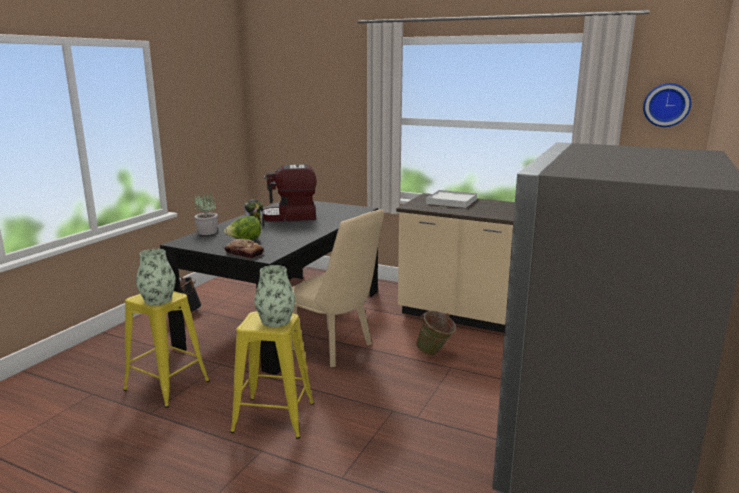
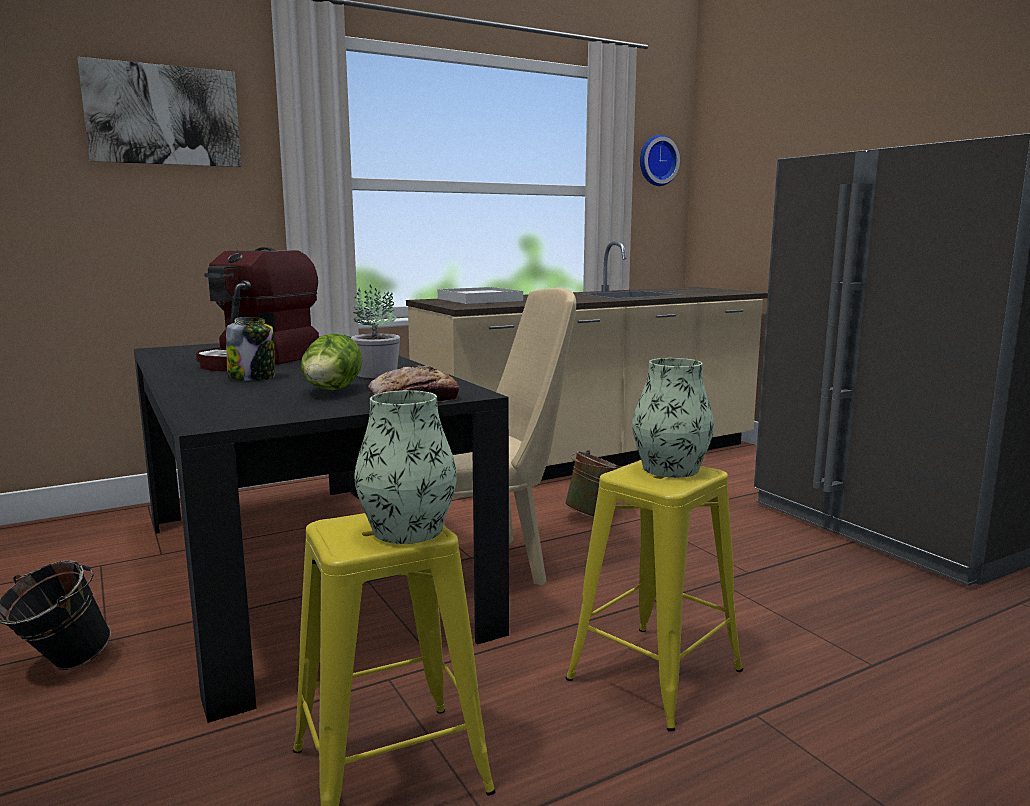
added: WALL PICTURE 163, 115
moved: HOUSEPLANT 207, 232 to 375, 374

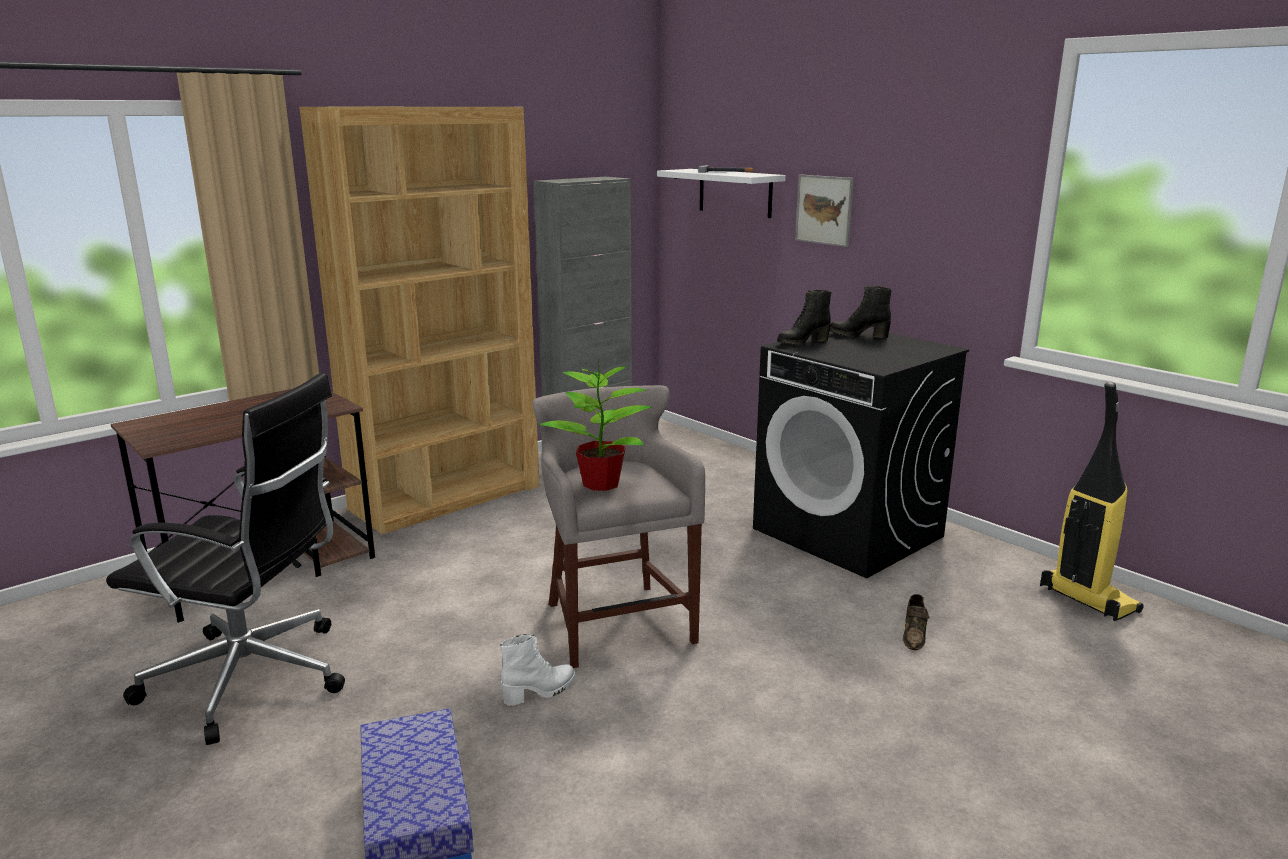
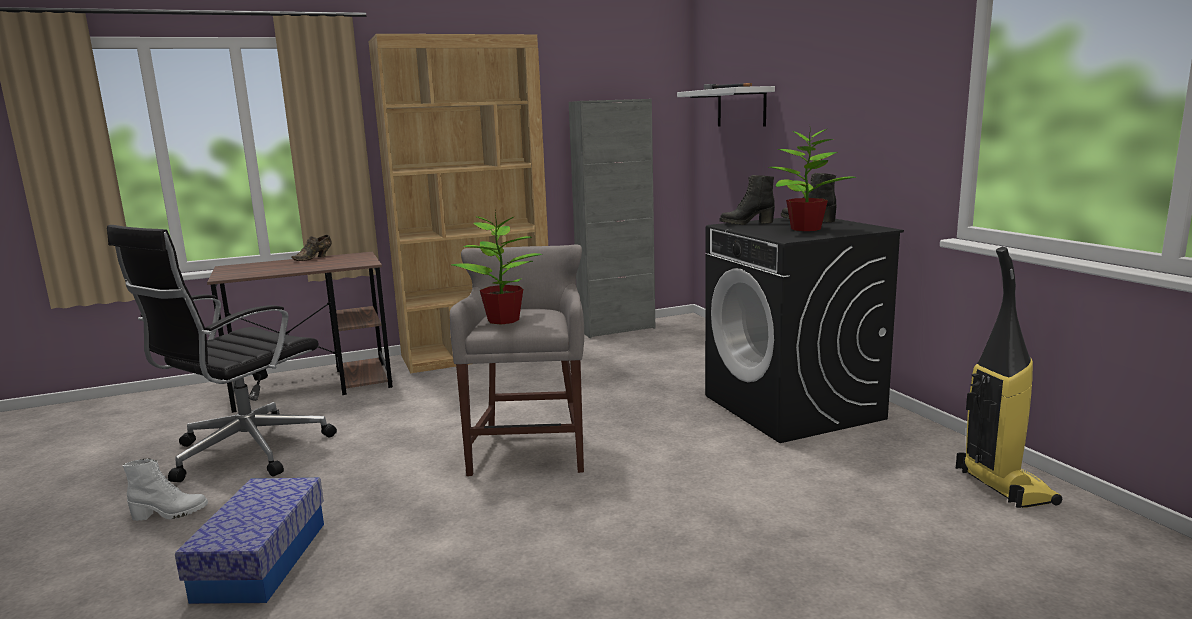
removed: WALL PICTURE 824, 210
added: HOUSEPLANT 804, 229
moved: BROWN-COLOURED ITEM OF FOOTWEAR 914, 635 to 314, 258; WHITE-COLOURED BOOT 540, 692 to 170, 514
turned: BLACK-COLOURED COMPUTER CHAIR 253, 679 = 244, 452 90 degrees clockwise

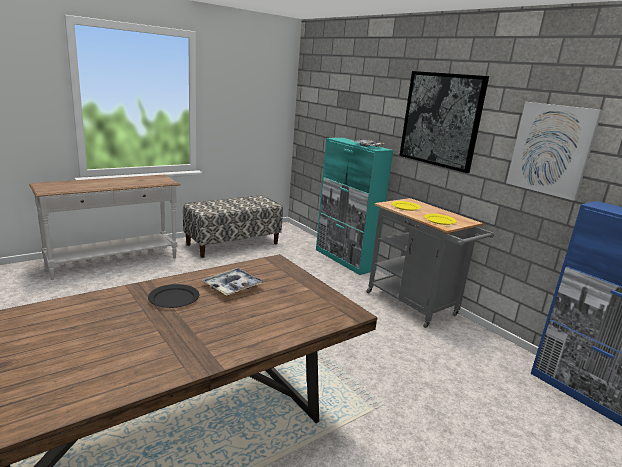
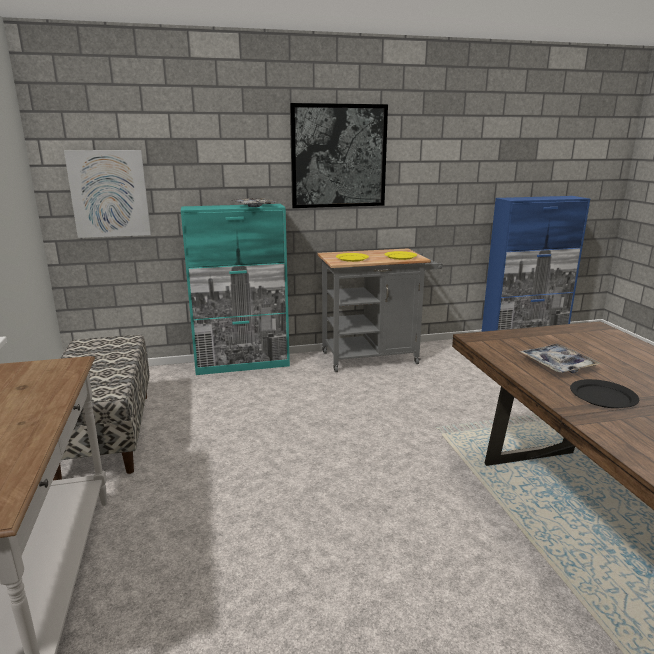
moved: WALL PICTURE 551, 149 to 109, 194

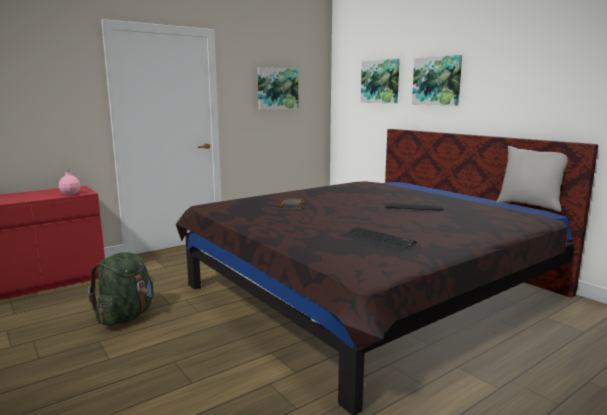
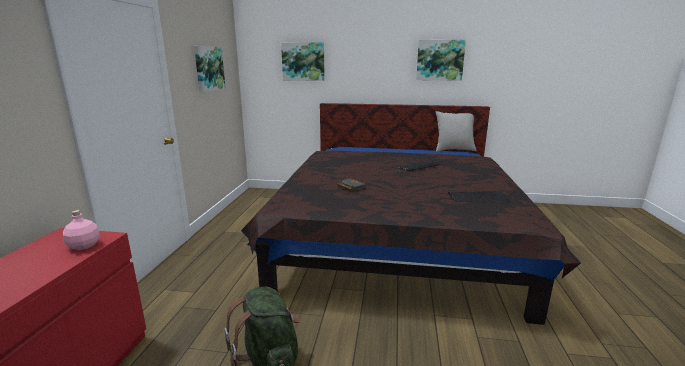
moved: WALL PICTURE 437, 81 to 440, 60

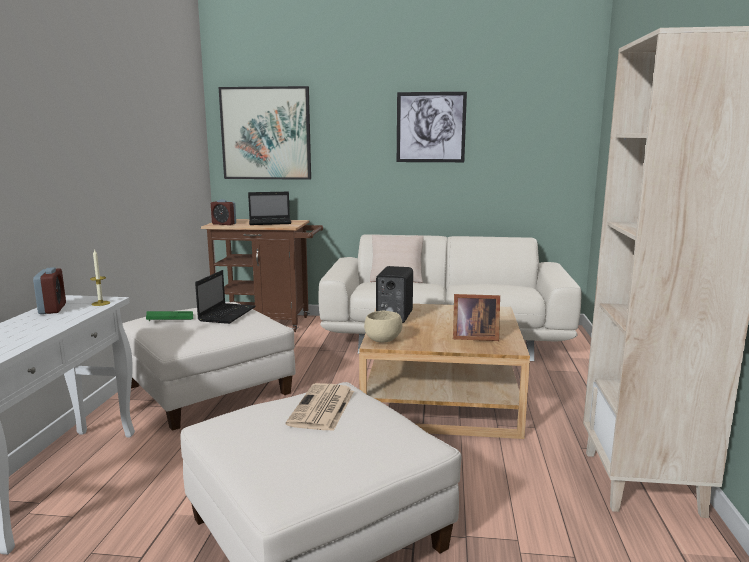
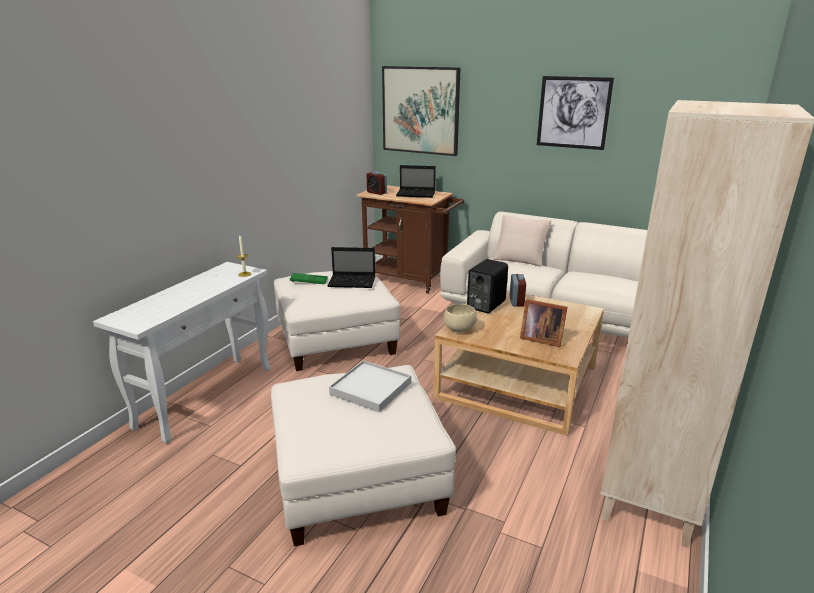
moved: TABLE CLOCK 52, 309 to 516, 301
replaced: PRINTED PAPER 322, 408 to WHITE-COLOURED TRAY 371, 389
turned: PORTABLE COMPUTER 227, 314 = 353, 282 60 degrees clockwise

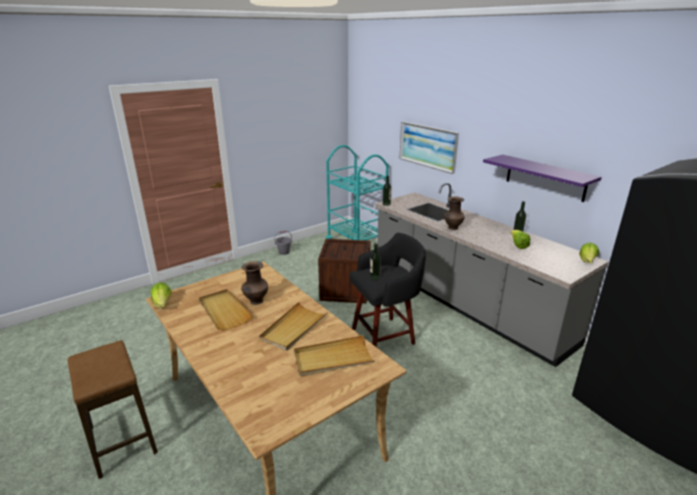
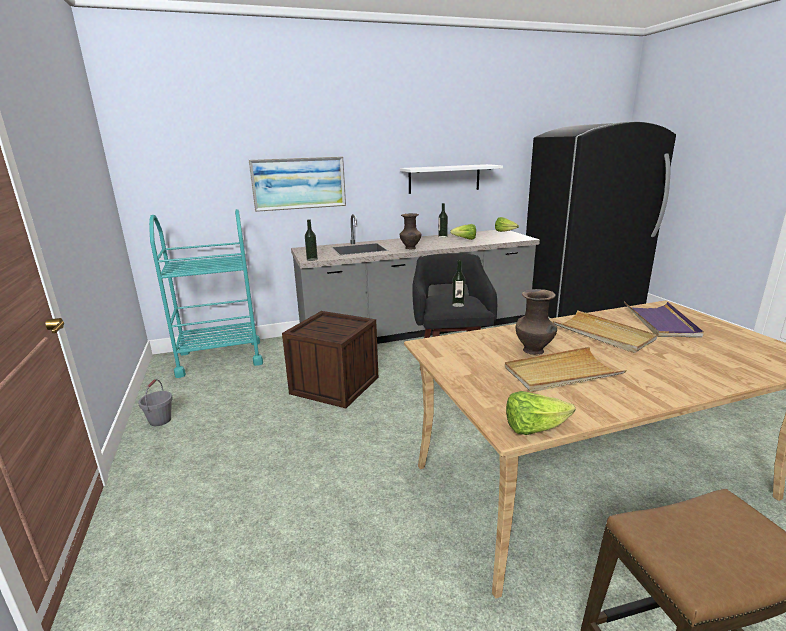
recoloured: PURPLISH WALL SHELF 545, 177 to WHITE-COLOURED WALL SHELF 444, 178; SAND-COLOURED TRAY 333, 358 to PURPLISH TRAY 660, 322

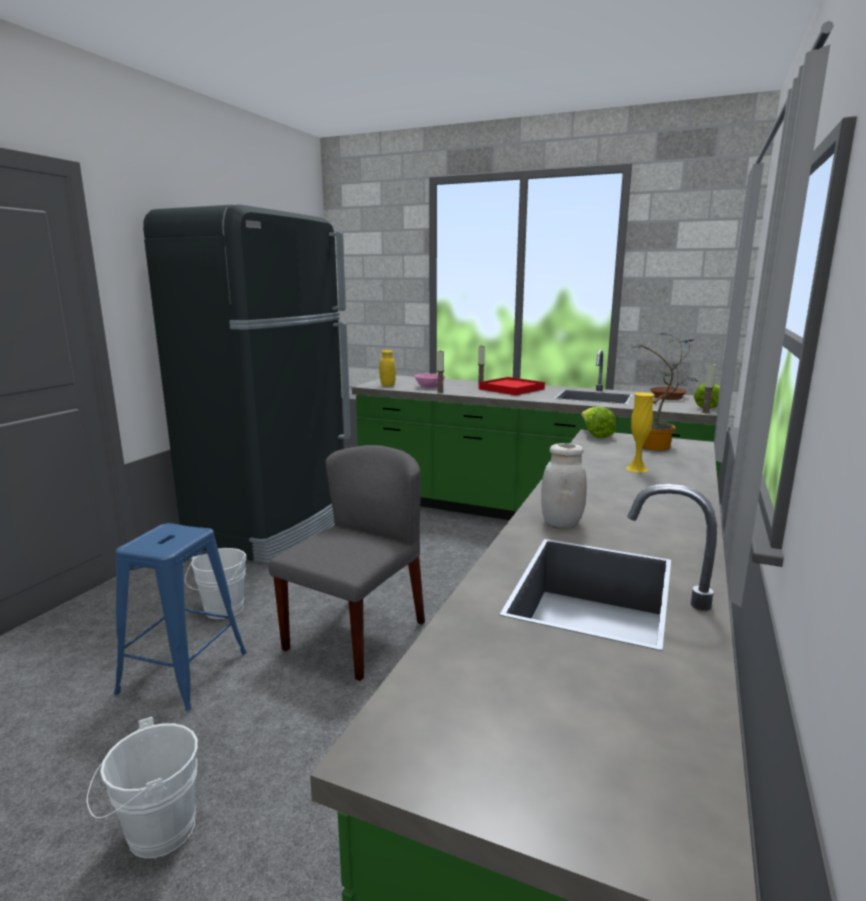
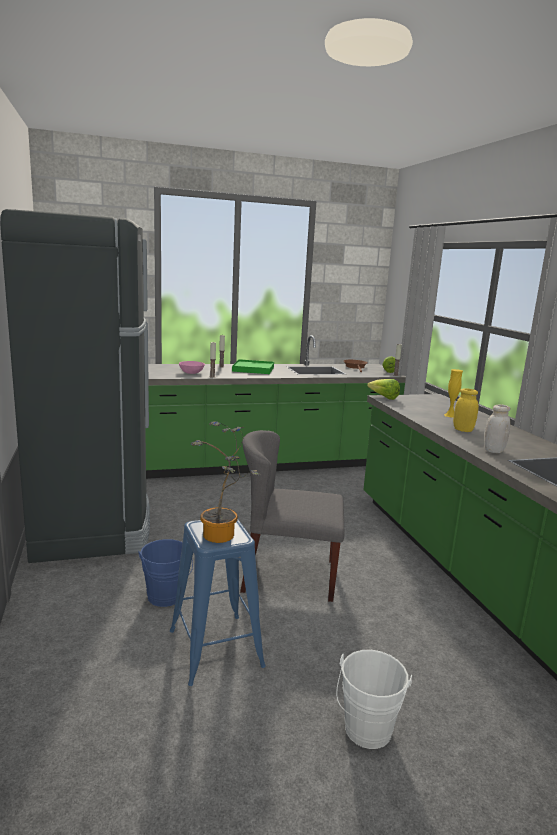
moved: HOUSEPLANT 657, 447 to 222, 537; YELLOW-COLOURED JAR 387, 385 to 463, 430
recoloured: REDDISH TRAY 511, 389 to GREENISH TRAY 253, 369; WHITE-COLOURED WATER BUCKET 222, 611 to BLUISH WATER BUCKET 166, 598
turned: GREYISH PLAIN CHAIR 356, 634 = 288, 575 75 degrees counterclockwise

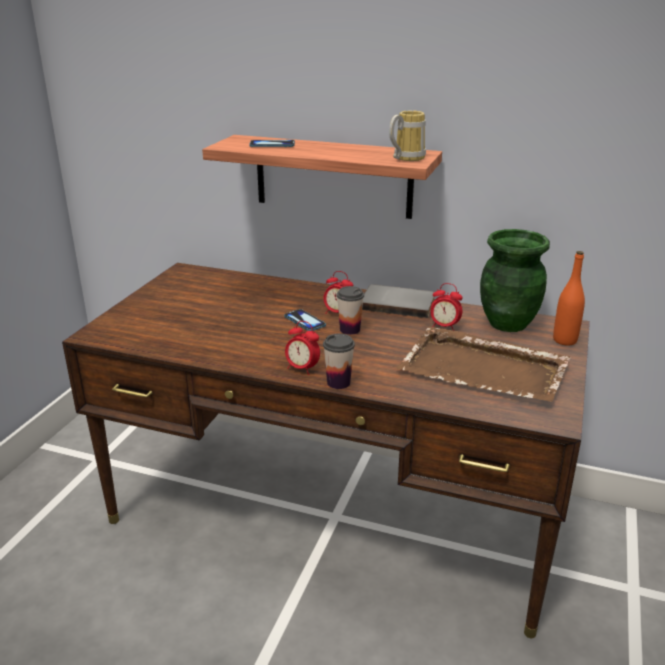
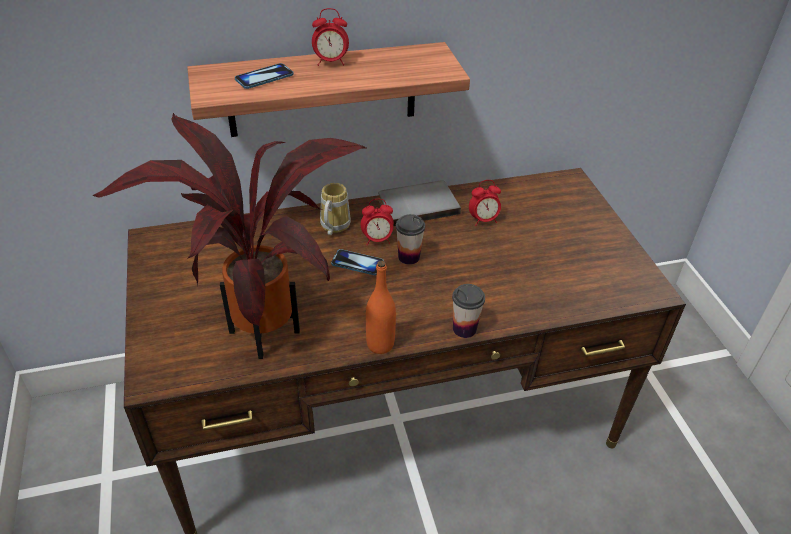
removed: GREENISH DECORATIVE VASE 507, 323; BROWN-COLOURED TRAY 485, 369
added: HOUSEPLANT 263, 326
moved: MUG 405, 158 to 332, 226; ORANGE DRINK BOTTLE 564, 340 to 380, 344; TABLE CLOCK 302, 369 to 331, 62

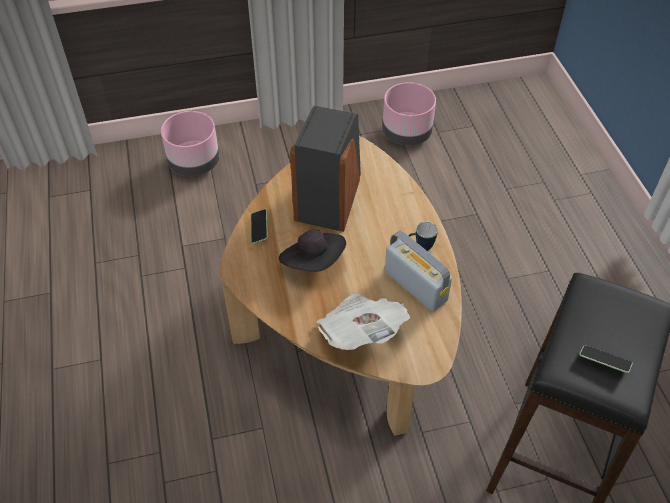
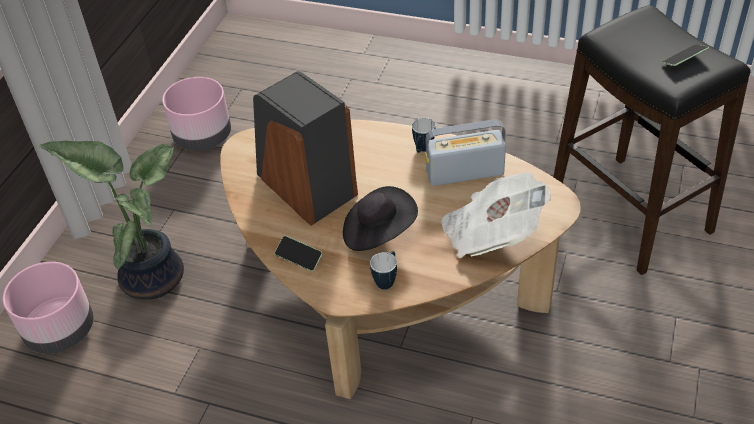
added: HOUSEPLANT 151, 275; MUG 387, 280

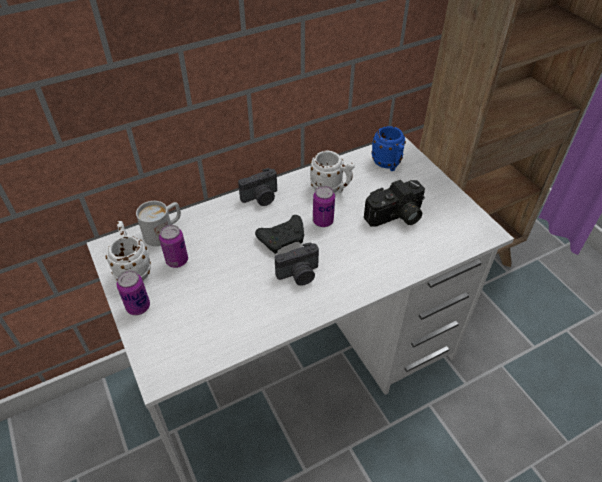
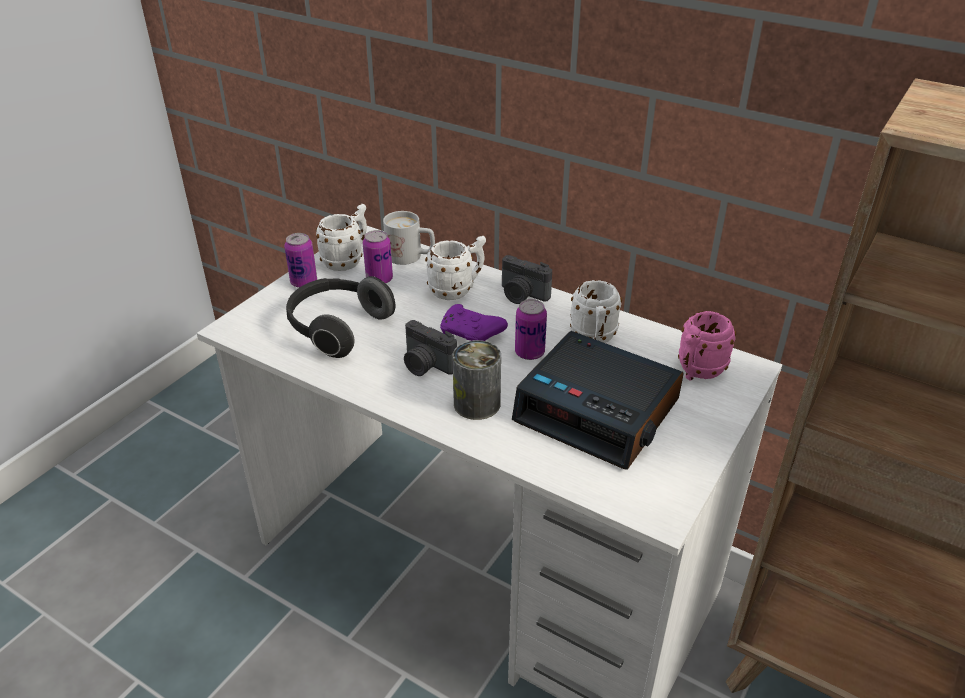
added: WHITE-COLOURED MUG 457, 290; PAIR OF HEADPHONES 337, 328; METAL CAN 477, 404
replaced: STILL CAMERA 396, 217 to TABLE CLOCK 599, 411
recoloured: BLUISH MUG 388, 164 to PINK MUG 697, 372; BLACK-COLOURED JOYPAD 283, 239 to PURPLISH JOYPAD 471, 334

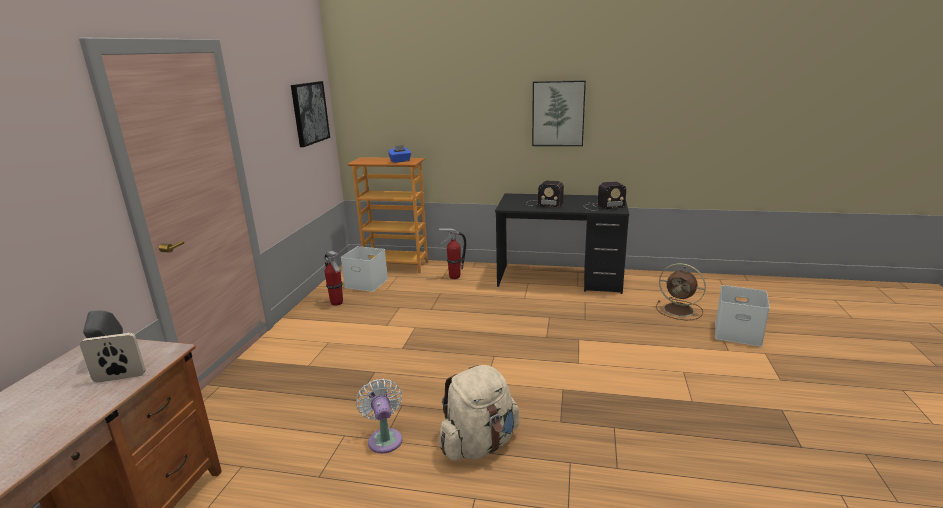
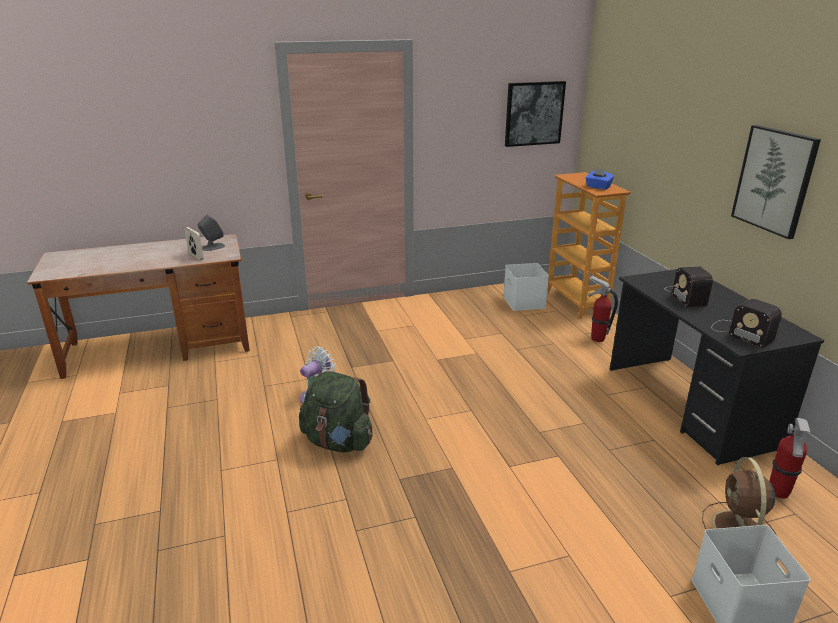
moved: FIRE EXTINGUISHER 337, 303 to 778, 493
recoloured: SAND-COLOURED KNAPSACK 479, 444 to GREENISH KNAPSACK 338, 442

